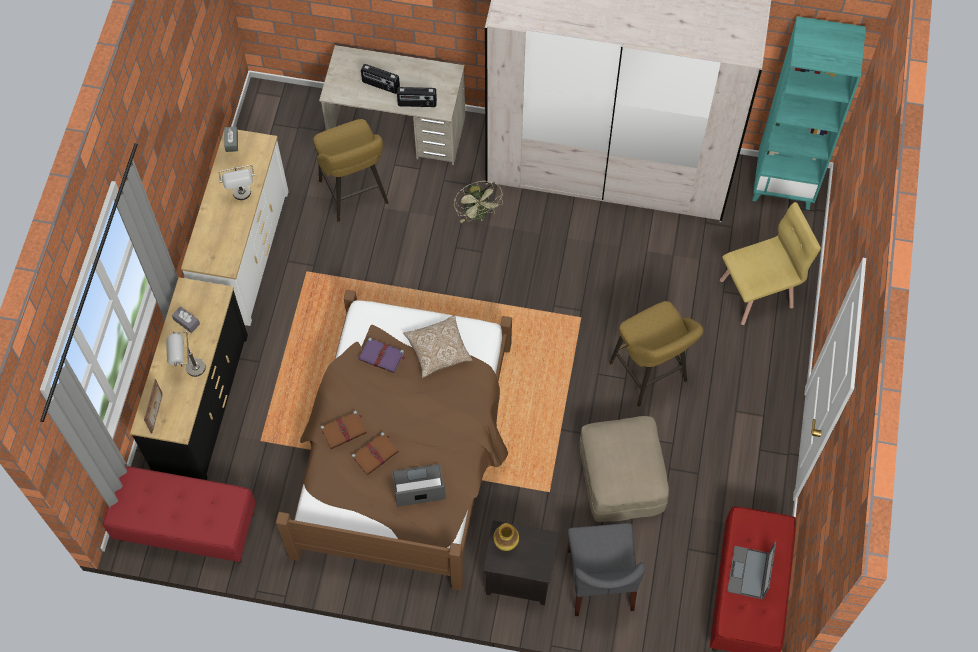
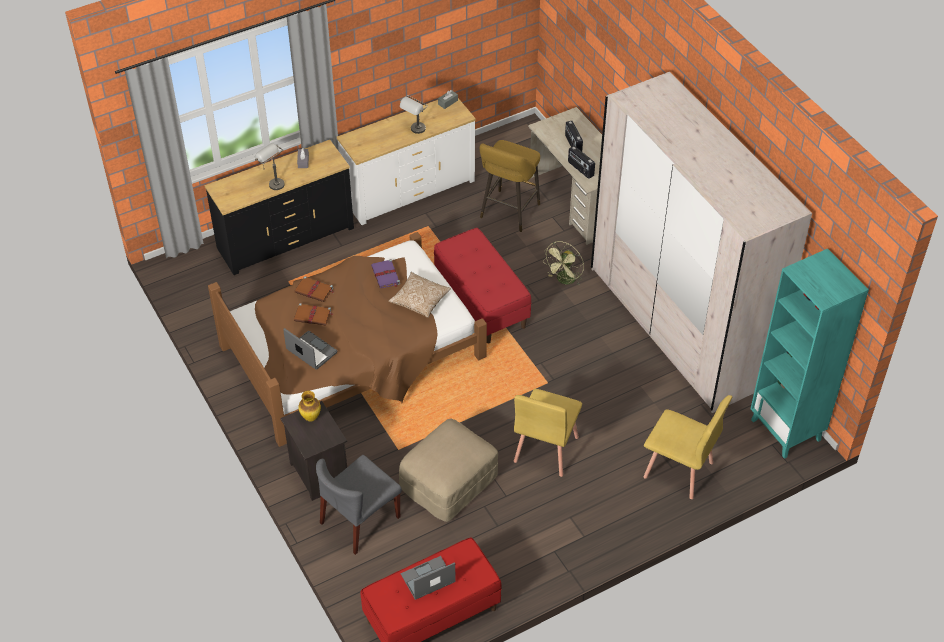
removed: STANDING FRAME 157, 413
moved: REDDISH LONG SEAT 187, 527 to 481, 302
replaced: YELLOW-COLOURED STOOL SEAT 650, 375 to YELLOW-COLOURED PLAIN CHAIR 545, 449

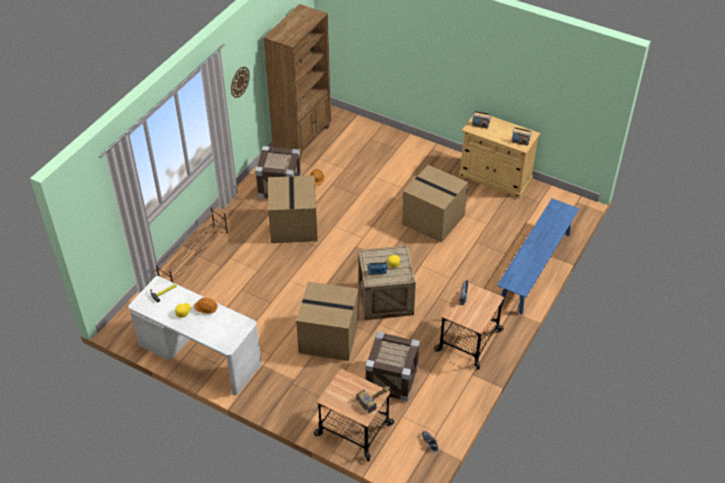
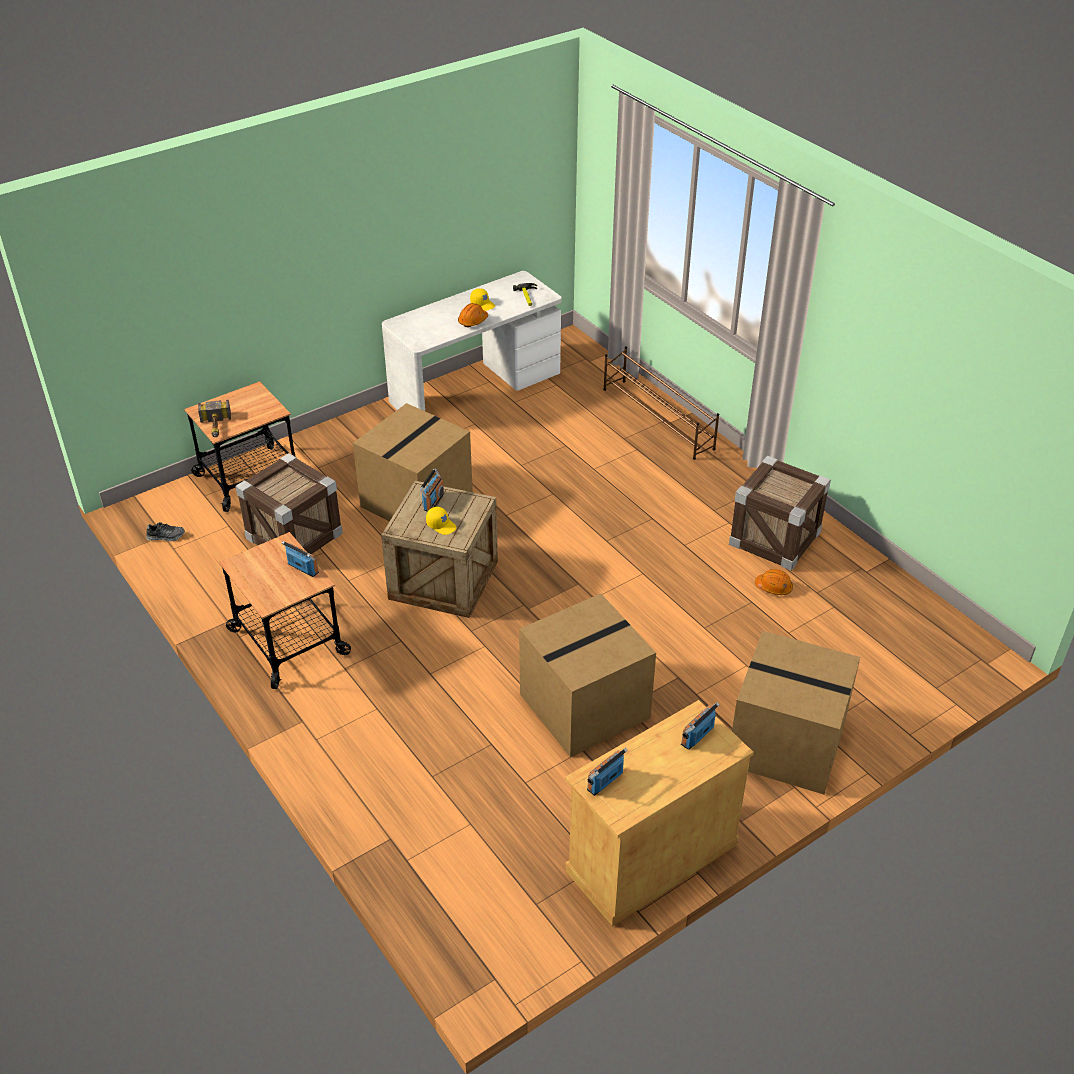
removed: BROWN-COLOURED SHELVING UNIT 302, 138; CLOCK ON THE WALL 239, 82; BLUISH LONG SEAT 535, 268
moved: PACKING BOX 293, 225 to 788, 742

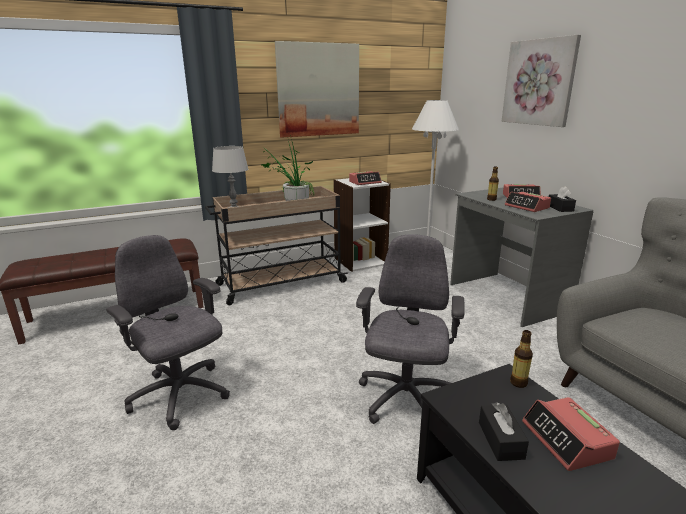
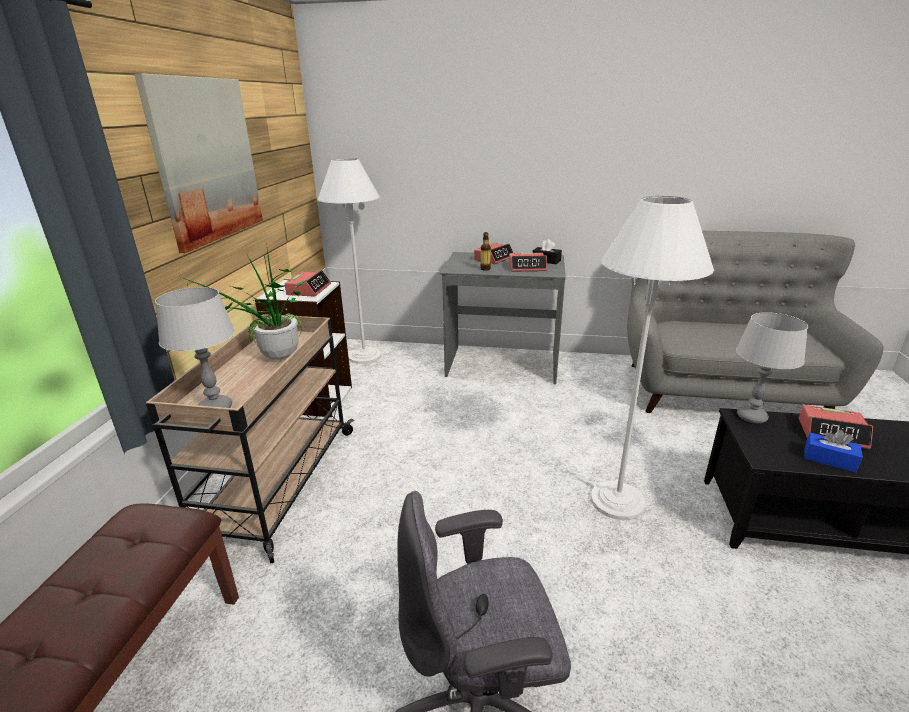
removed: WALL PICTURE 539, 82
replaced: GREYISH COMPUTER CHAIR 405, 399 to WHITE-COLOURED STANDING LAMP 617, 501; DRINK BOTTLE 518, 383 to GREYISH TABLETOP LAMP 751, 417
recoloured: BLACK-COLOURED BOX OF TISSUES 500, 440 to BLUISH BOX OF TISSUES 829, 459

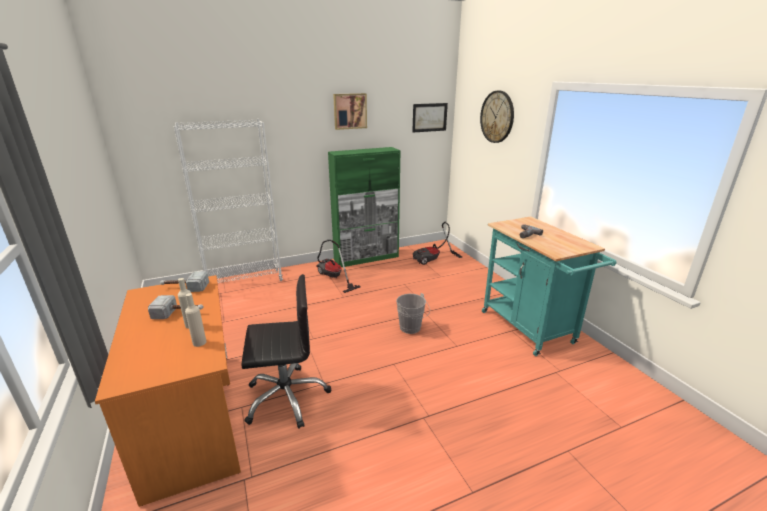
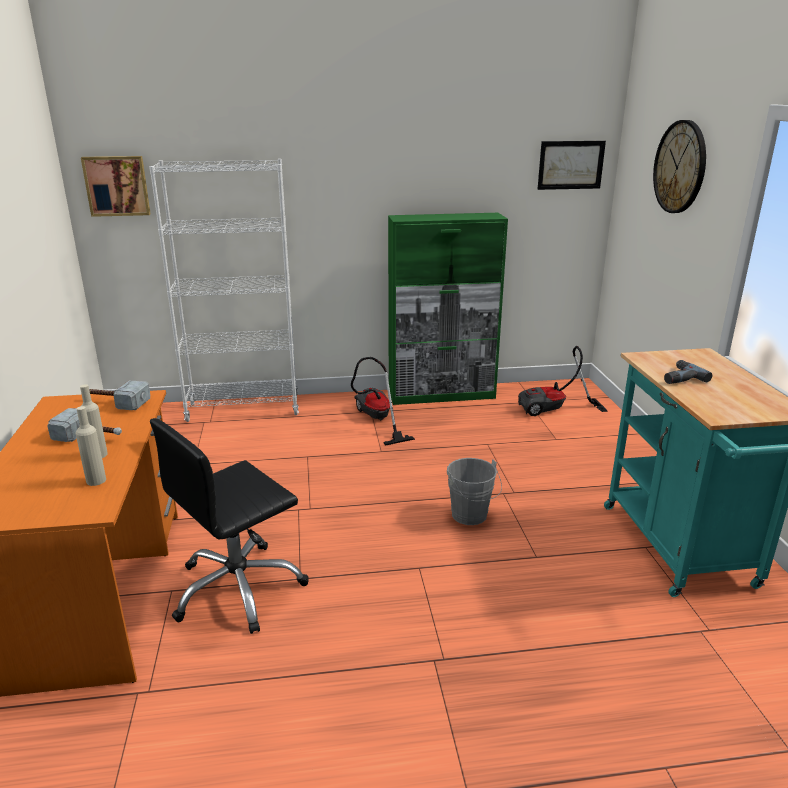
moved: WALL PICTURE 350, 111 to 117, 186
turned: BLACK-COLOURED COMPUTER CHAIR 286, 397 = 238, 589 135 degrees clockwise

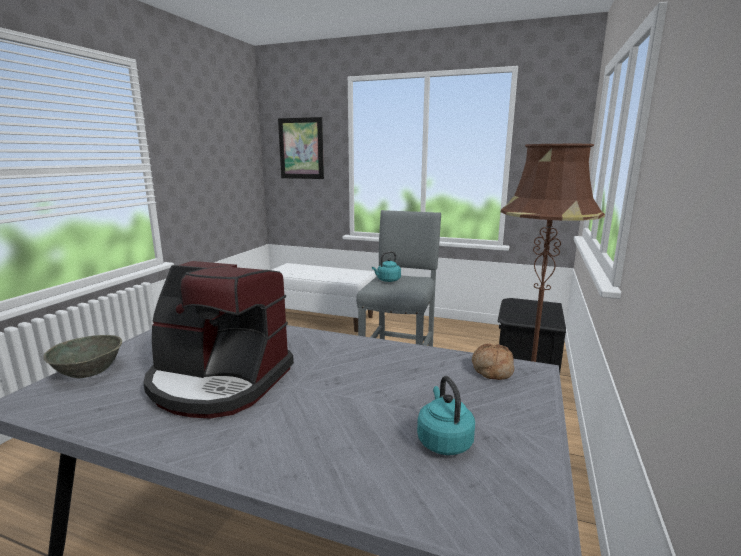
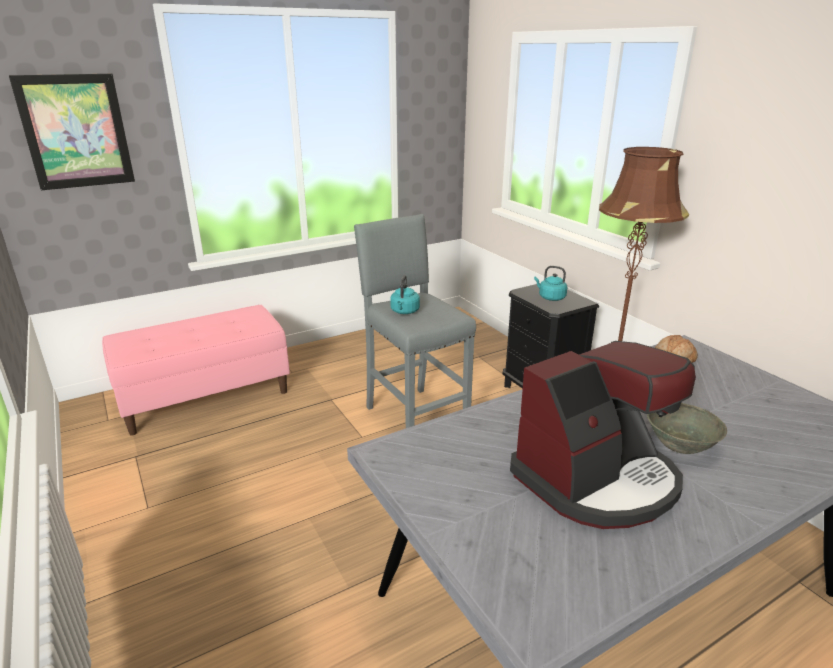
moved: GREYISH BOWL 89, 371 to 681, 443; BLUE-GREEN WATER KETTLE 443, 440 to 550, 297
recoloured: WHITE-COLOURED LONG SEAT 321, 317 to PINK LONG SEAT 206, 397

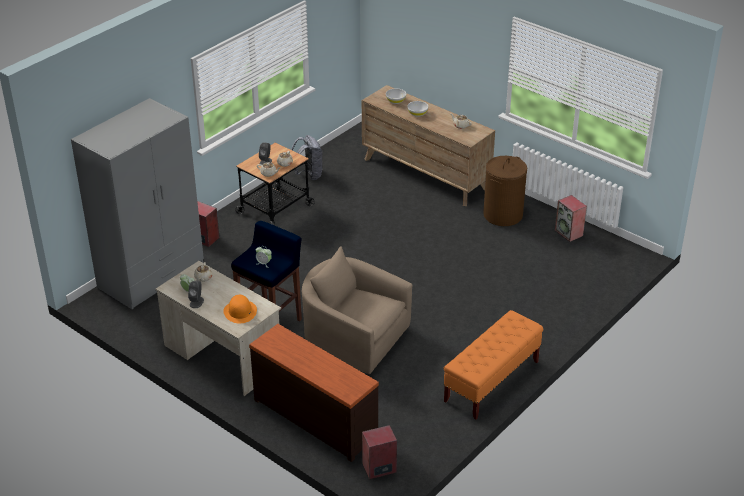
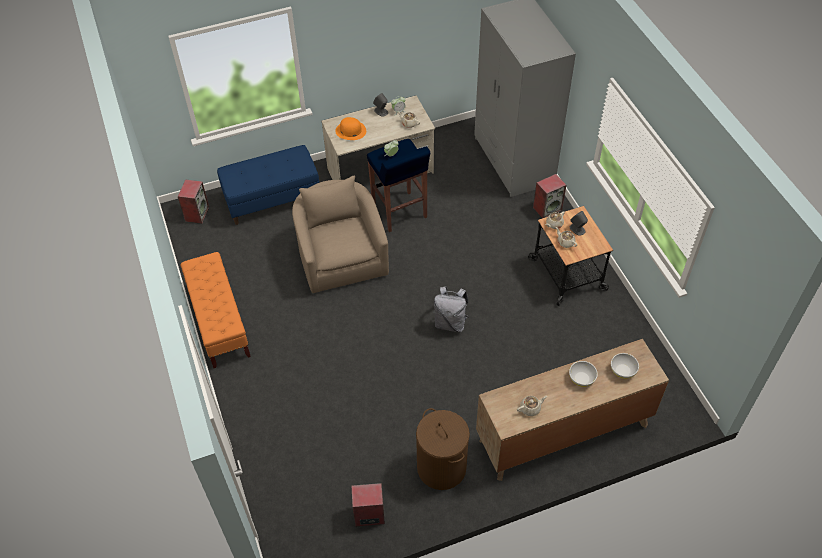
moved: GREYISH KNAPSACK 308, 175 to 450, 322
replaced: BROWN-COLOURED CHEST OF DRAWERS 316, 418 to BLUISH LONG SEAT 273, 199
turned: SAND-COLOURED LOUNGE CHAIR 354, 338 = 341, 256 75 degrees counterclockwise

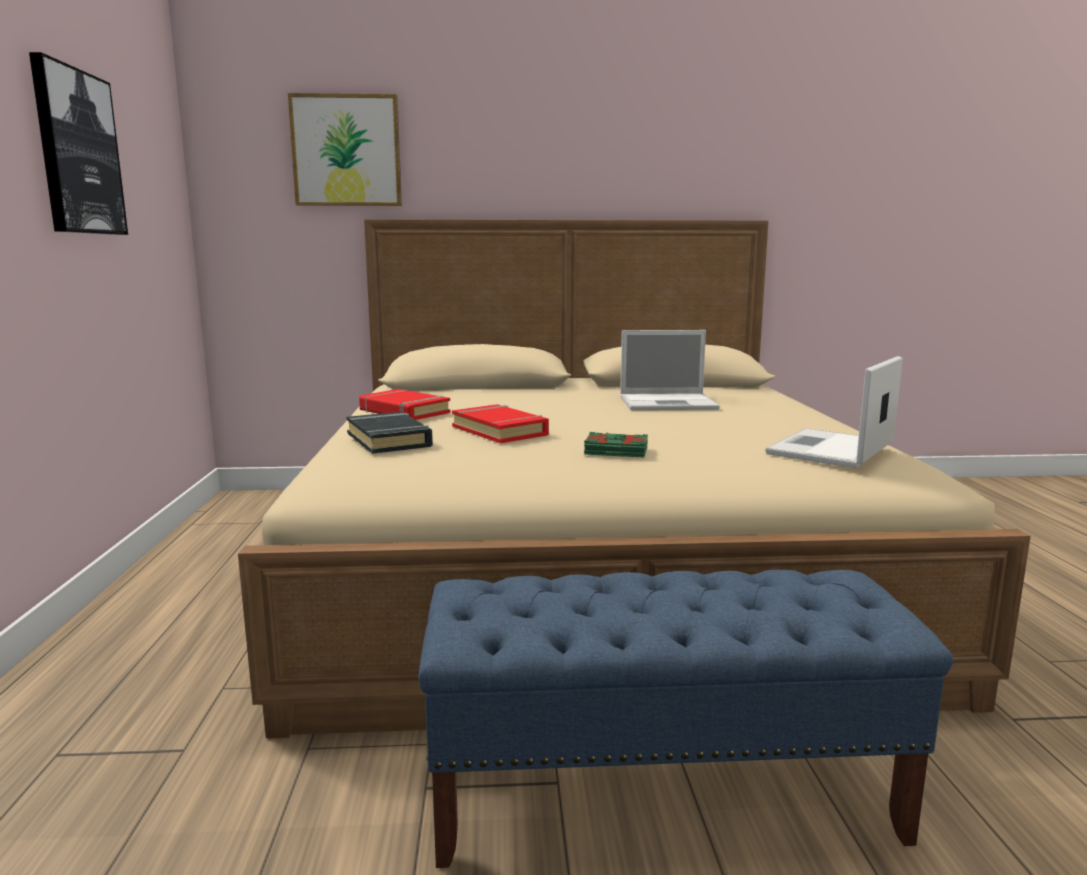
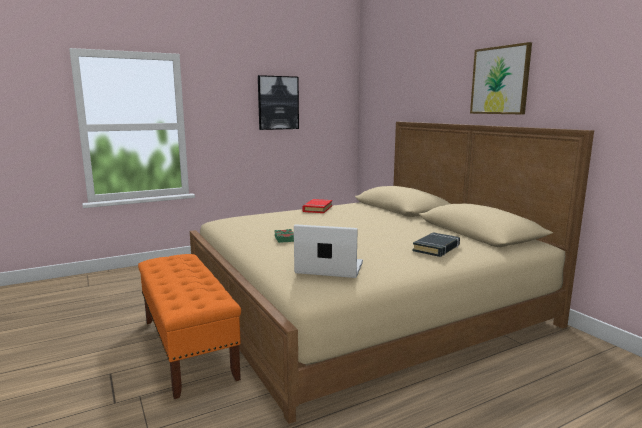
removed: PORTABLE COMPUTER 669, 403; REDDISH VOLUME 500, 431
moved: WALL PICTURE 346, 151 to 500, 80; BLACK-COLOURED VOLUME 389, 440 to 436, 248
recoloured: BLUISH LONG SEAT 663, 795 to ORANGE LONG SEAT 188, 348

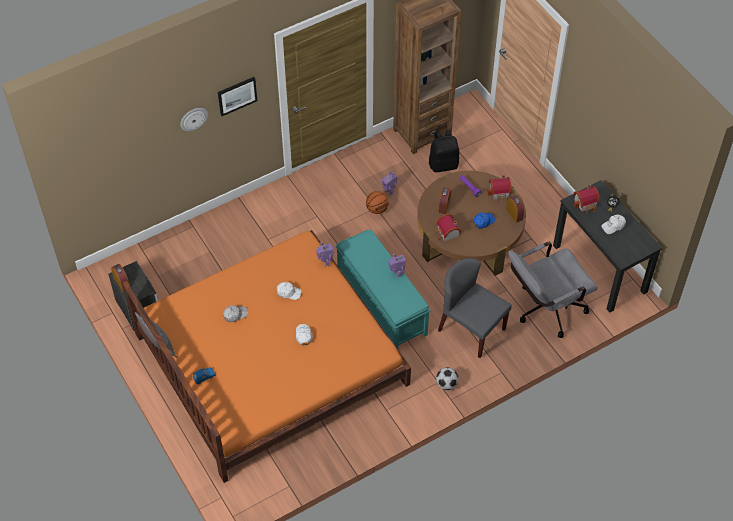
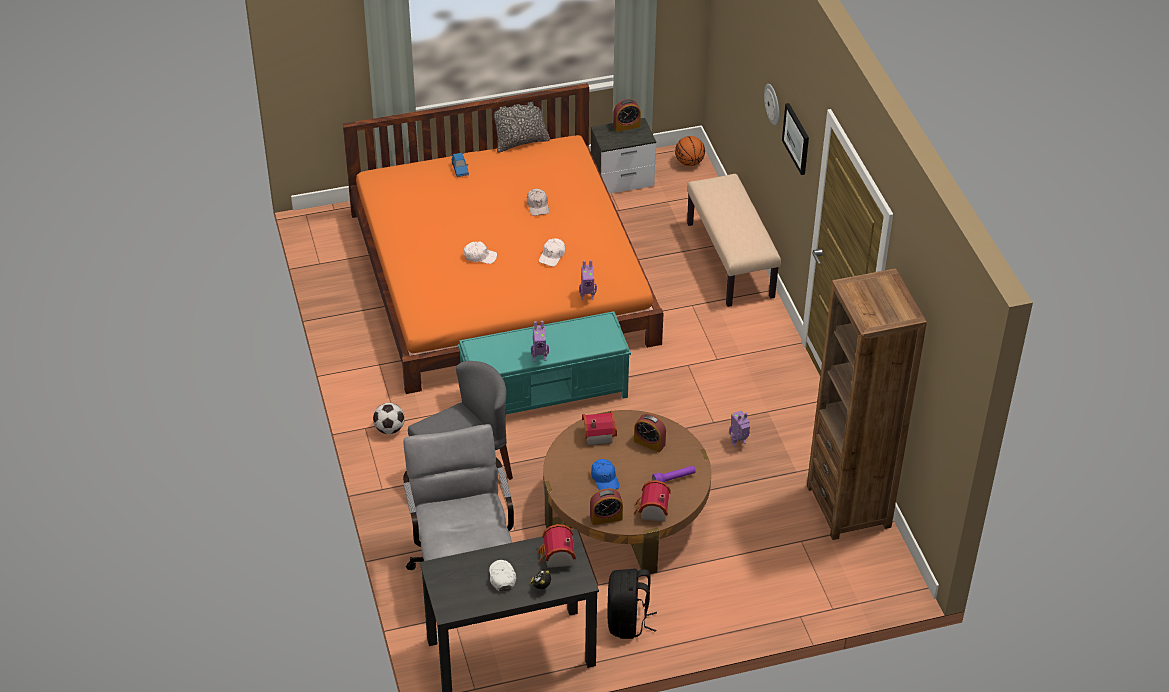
added: SAND-COLOURED LONG SEAT 731, 260
moved: BLACK-COLOURED KNAPSACK 443, 164 to 628, 622; BASKETBALL 377, 209 to 689, 162

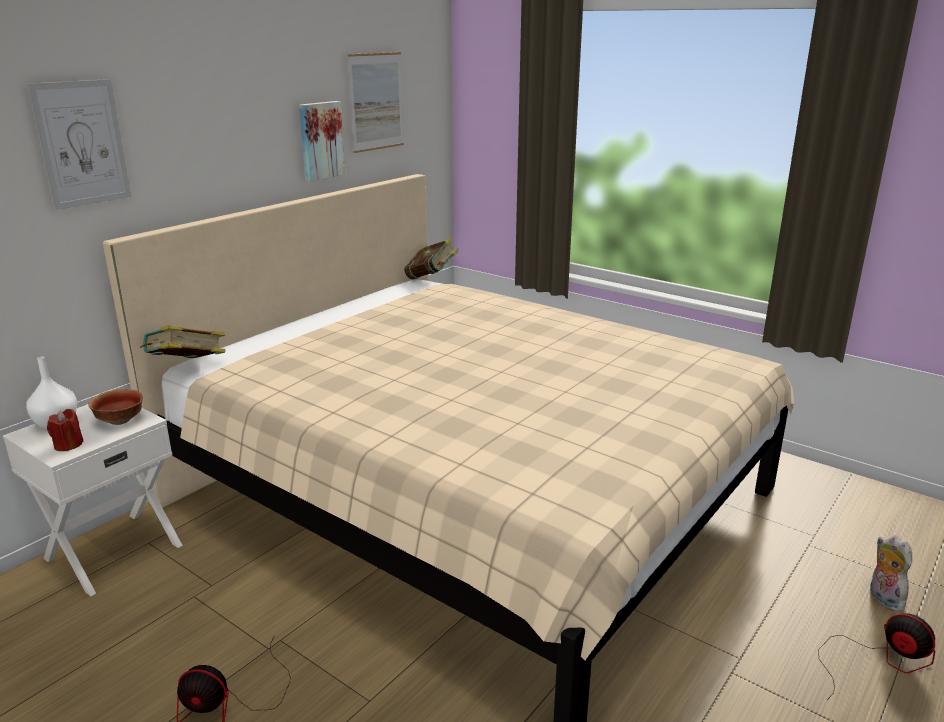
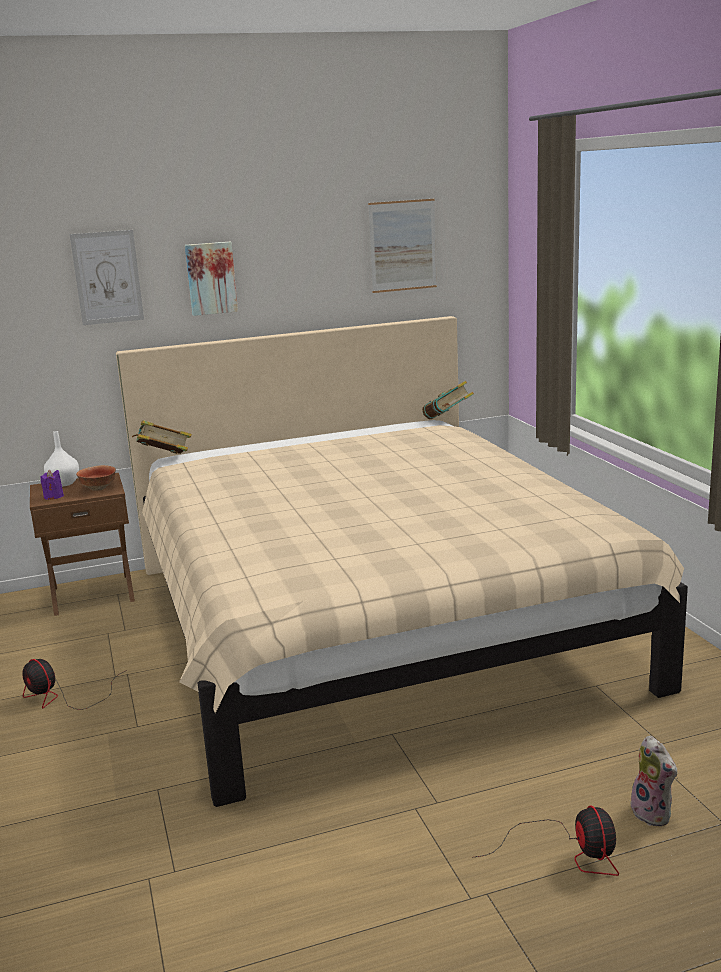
moved: WALL PICTURE 320, 140 to 211, 278
recoloured: WHITE-COLOURED NIGHTSTAND 113, 551 to BROWN-COLOURED NIGHTSTAND 92, 593; REDDISH WAX CANDLE 68, 445 to PURPLISH WAX CANDLE 53, 497
turned: SOFT TOY 882, 599 = 654, 813 135 degrees clockwise

